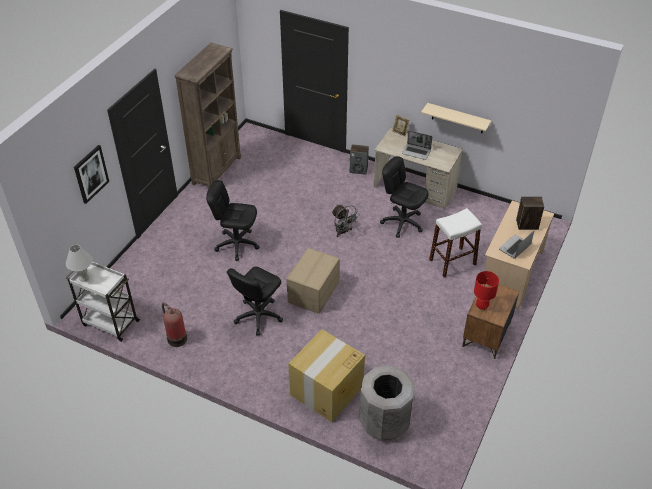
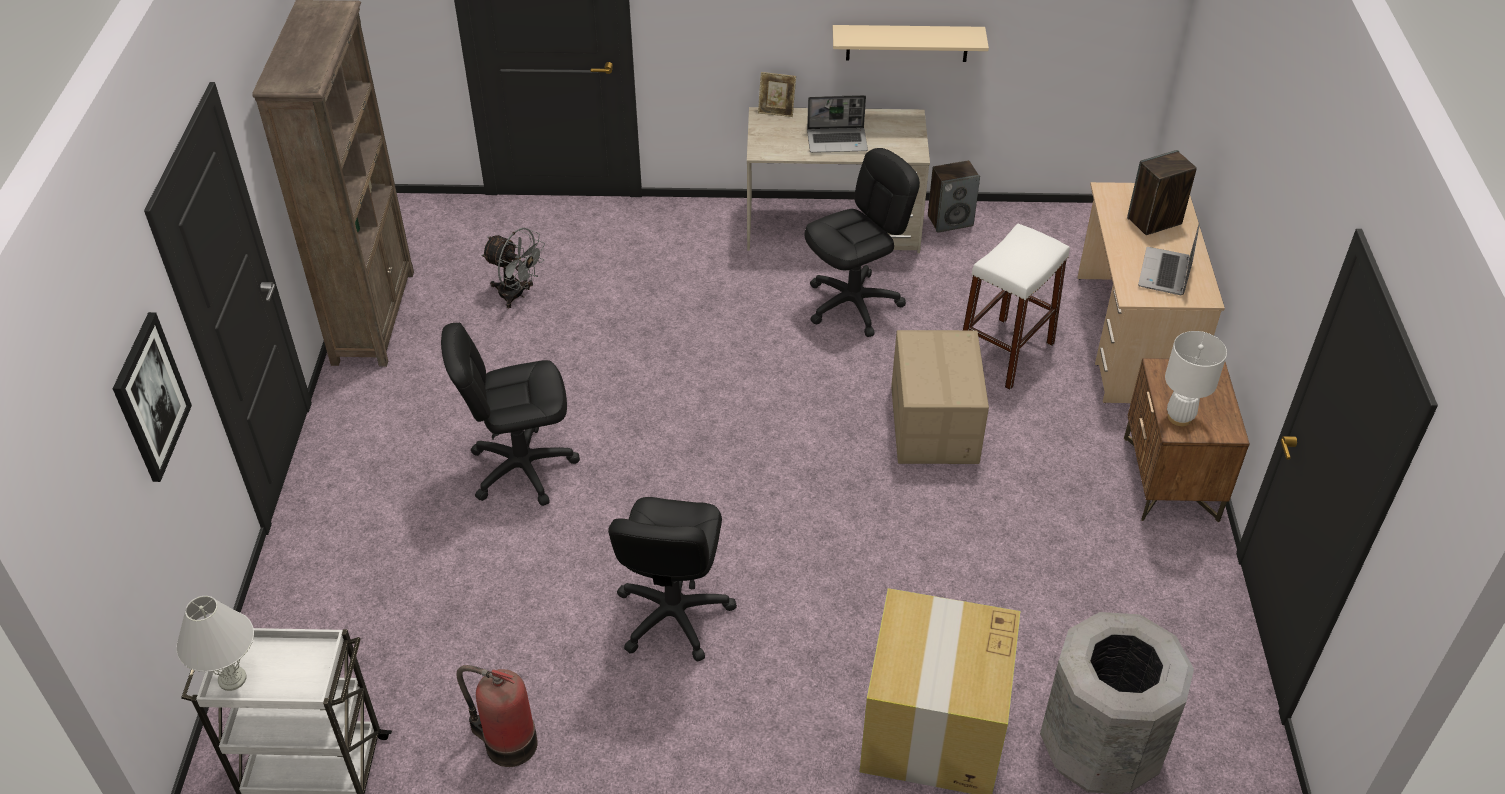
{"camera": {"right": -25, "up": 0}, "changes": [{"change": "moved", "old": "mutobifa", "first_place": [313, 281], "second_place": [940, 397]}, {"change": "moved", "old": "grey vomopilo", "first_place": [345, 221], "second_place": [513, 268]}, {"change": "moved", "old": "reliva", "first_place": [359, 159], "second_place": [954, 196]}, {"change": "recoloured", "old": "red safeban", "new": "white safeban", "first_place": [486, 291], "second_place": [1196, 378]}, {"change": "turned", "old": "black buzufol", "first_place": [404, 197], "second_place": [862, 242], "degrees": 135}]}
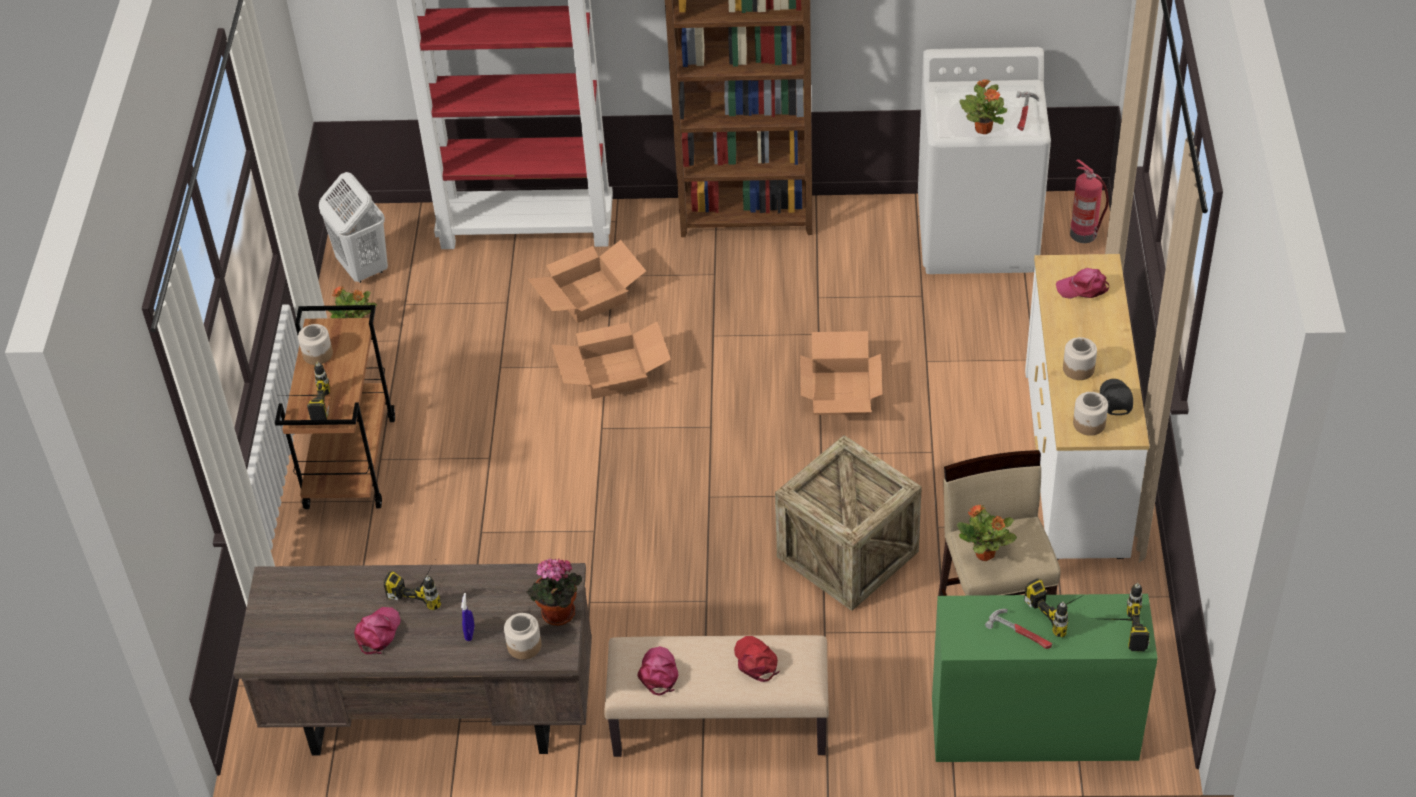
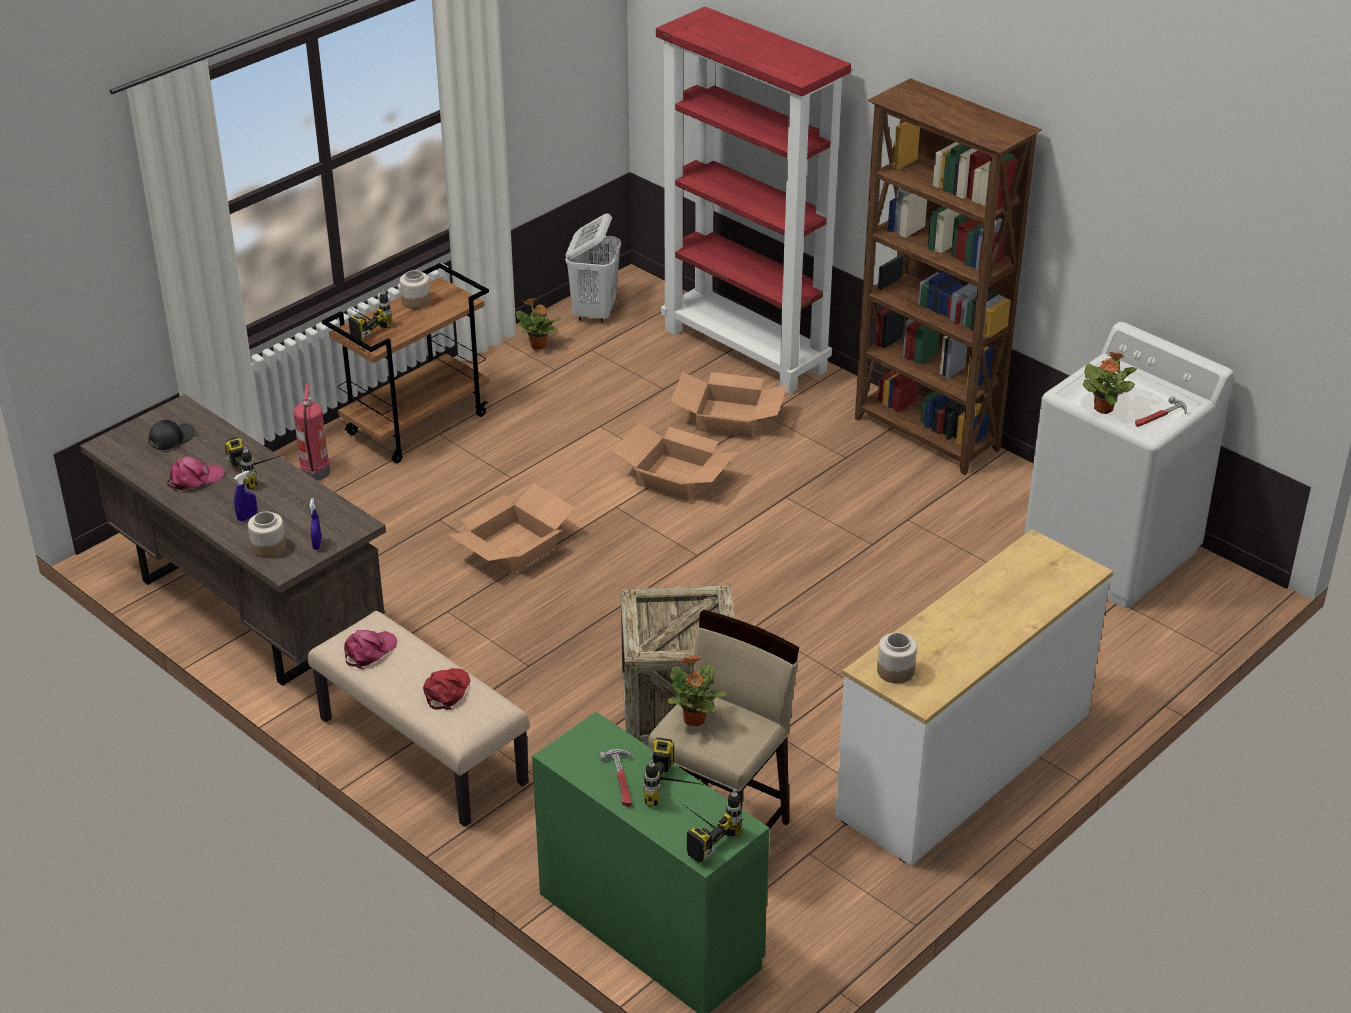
{"camera": {"right": 40, "up": -10}, "changes": [{"change": "removed", "old": "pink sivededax", "first_place": [1082, 283]}, {"change": "removed", "old": "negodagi", "first_place": [1080, 358]}, {"change": "moved", "old": "mutobifa", "first_place": [841, 373], "second_place": [511, 529]}, {"change": "moved", "old": "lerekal", "first_place": [1089, 201], "second_place": [311, 432]}, {"change": "moved", "old": "black sivededax", "first_place": [1116, 397], "second_place": [172, 435]}, {"change": "replaced", "old": "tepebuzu", "new": "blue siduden", "first_place": [554, 592], "second_place": [315, 524]}]}
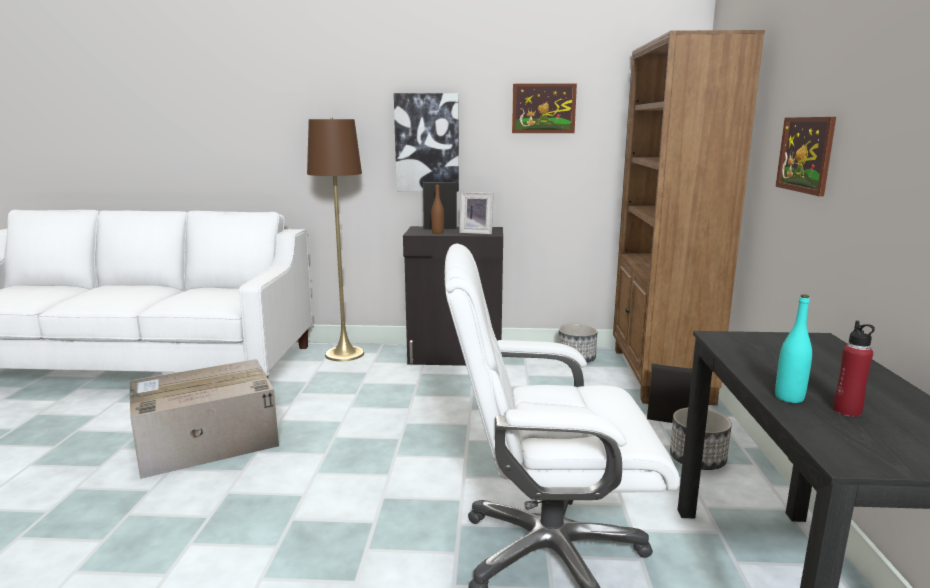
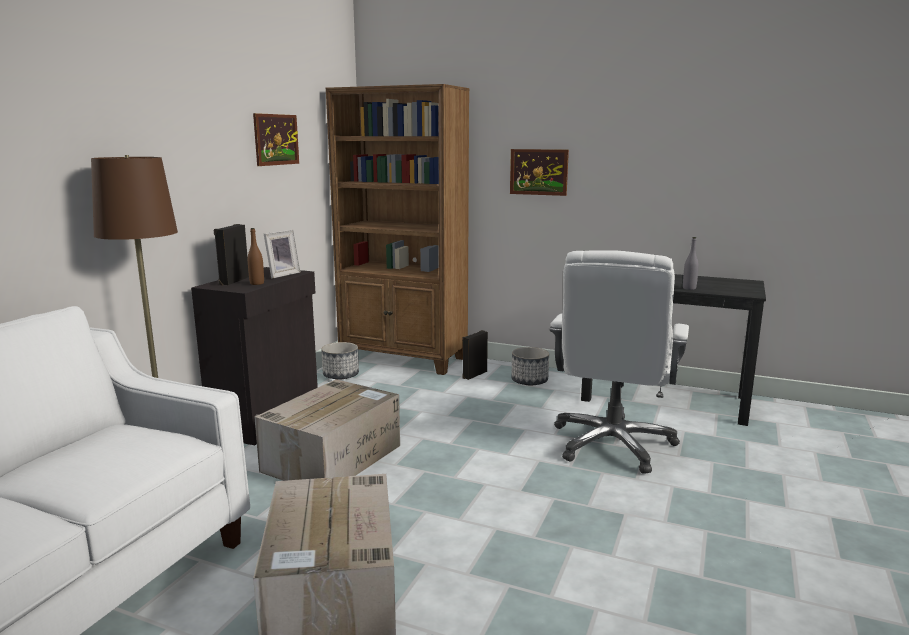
{"camera": {"right": -70, "up": 0}, "changes": [{"change": "removed", "old": "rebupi", "first_place": [426, 142]}, {"change": "removed", "old": "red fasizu", "first_place": [854, 369]}, {"change": "added", "new": "mutobifa", "second_place": [327, 430]}, {"change": "recoloured", "old": "turquoise fasizu", "new": "grey fasizu", "first_place": [793, 348], "second_place": [691, 263]}]}
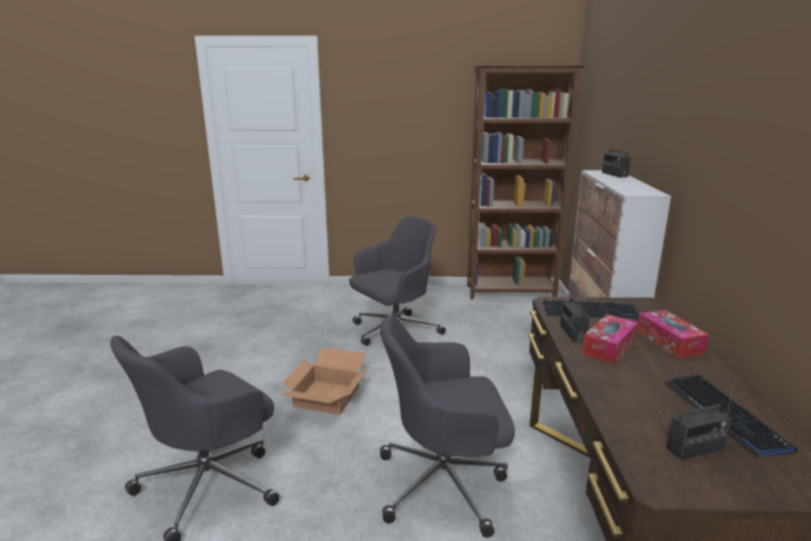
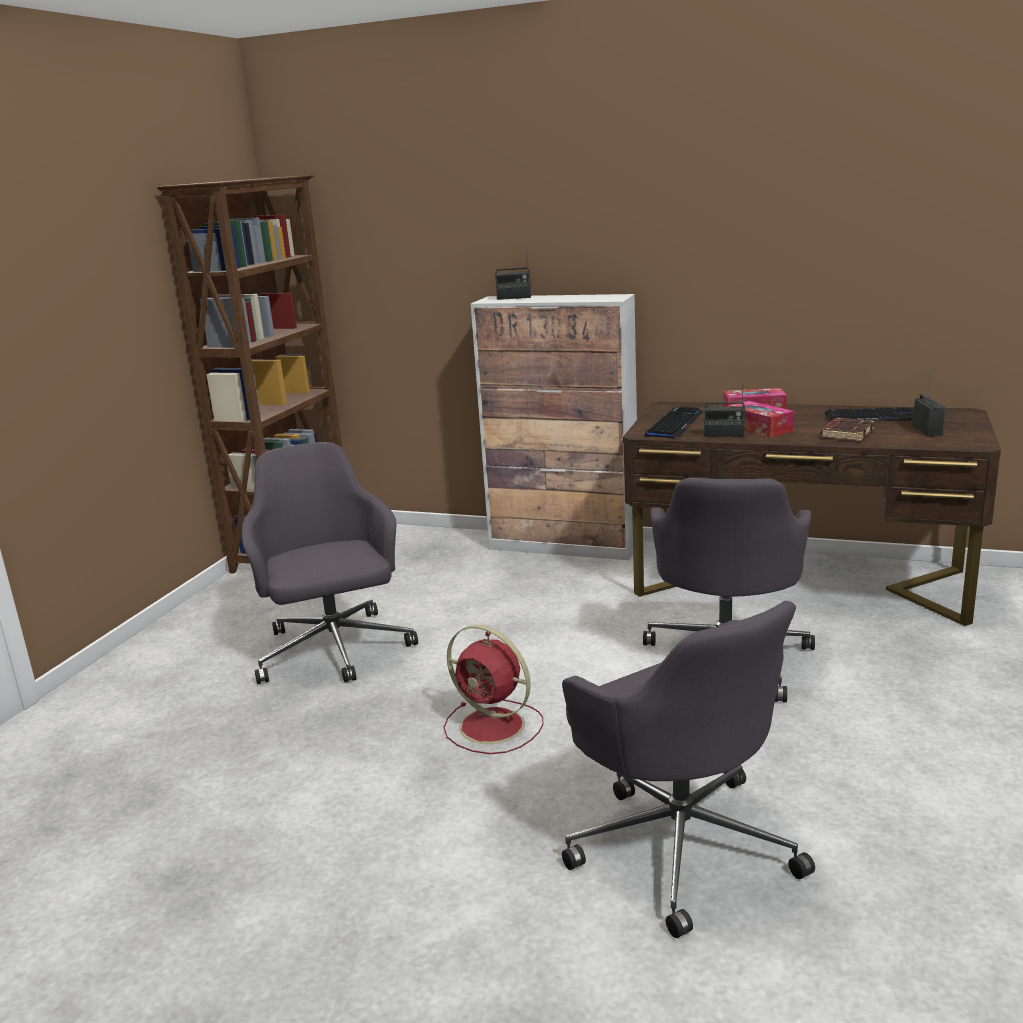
{"camera": {"right": -70, "up": 0}, "changes": [{"change": "added", "new": "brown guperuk", "second_place": [847, 429]}, {"change": "replaced", "old": "mutobifa", "new": "red vomopilo", "first_place": [324, 381], "second_place": [493, 689]}]}
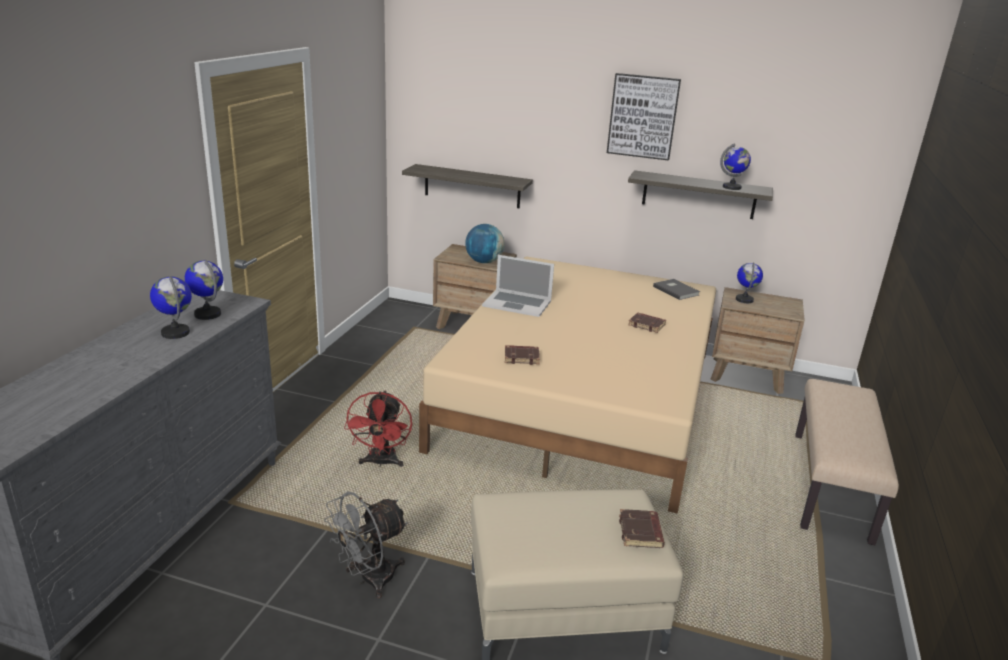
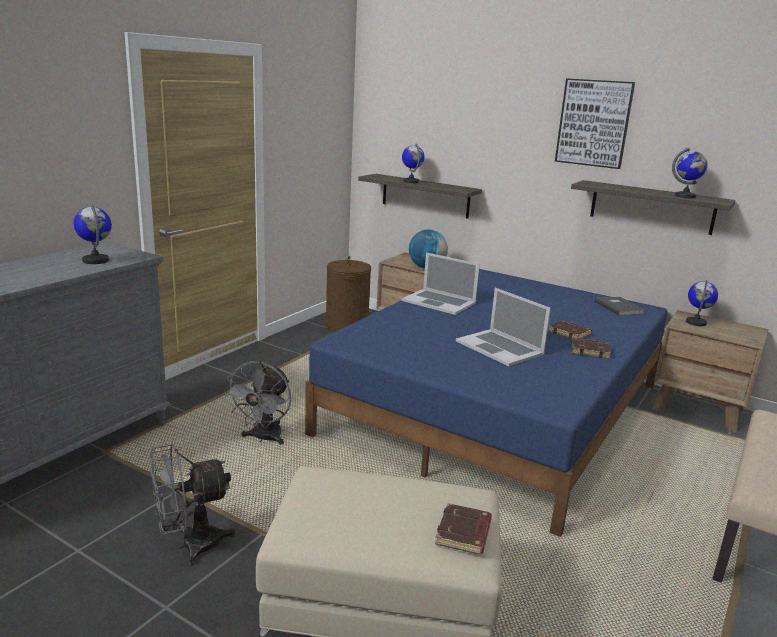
{"camera": {"right": 15, "up": -5}, "changes": [{"change": "added", "new": "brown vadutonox", "second_place": [348, 294]}, {"change": "added", "new": "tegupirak", "second_place": [503, 327]}, {"change": "moved", "old": "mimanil", "first_place": [171, 307], "second_place": [413, 163]}, {"change": "moved", "old": "brown guperuk", "first_place": [522, 355], "second_place": [591, 348]}, {"change": "recoloured", "old": "red vomopilo", "new": "grey vomopilo", "first_place": [378, 428], "second_place": [257, 403]}, {"change": "recoloured", "old": "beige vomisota", "new": "blue vomisota", "first_place": [567, 385], "second_place": [486, 403]}]}
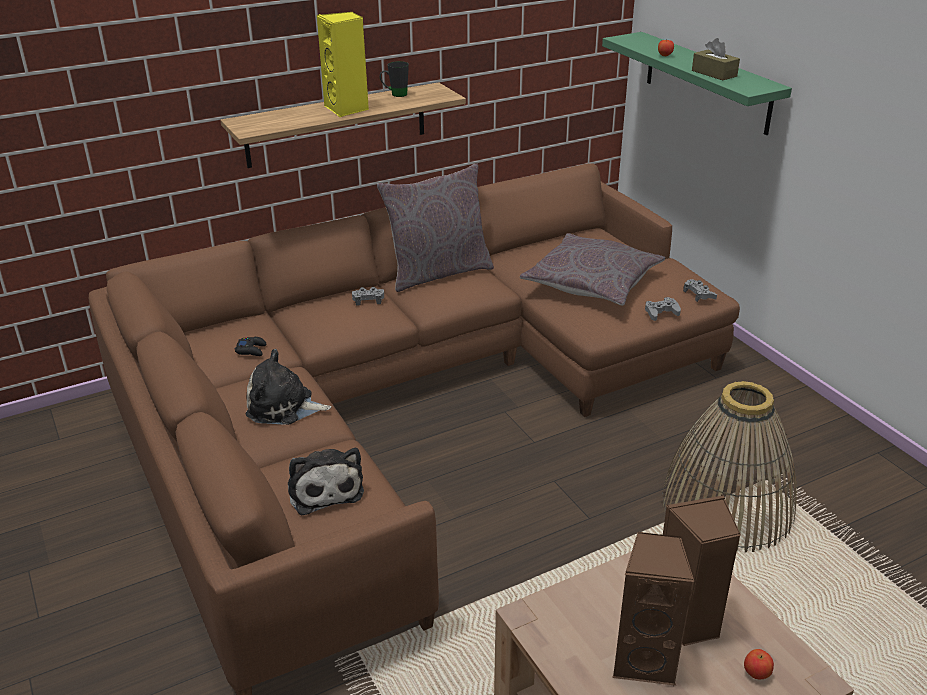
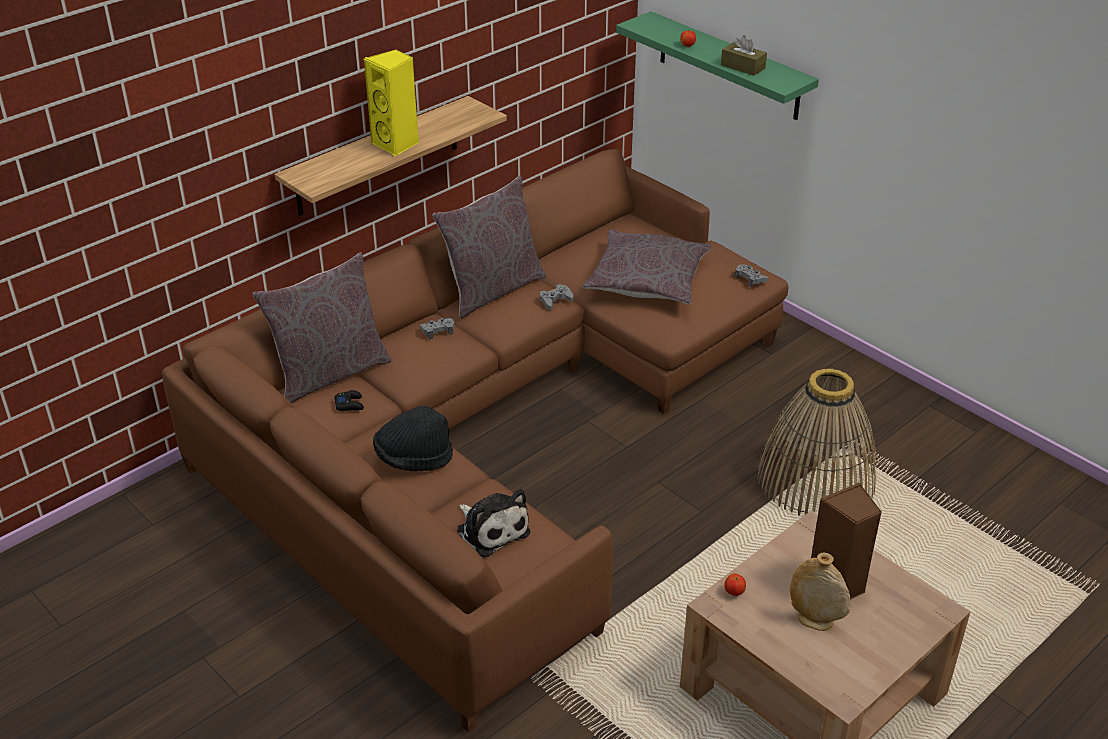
{"camera": {"right": -15, "up": 5}, "changes": [{"change": "removed", "old": "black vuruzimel", "first_place": [394, 79]}, {"change": "added", "new": "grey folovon", "second_place": [322, 328]}, {"change": "moved", "old": "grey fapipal", "first_place": [663, 309], "second_place": [556, 297]}, {"change": "moved", "old": "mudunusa", "first_place": [759, 664], "second_place": [735, 585]}, {"change": "replaced", "old": "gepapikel", "new": "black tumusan", "first_place": [288, 387], "second_place": [413, 438]}, {"change": "replaced", "old": "brown reliva", "new": "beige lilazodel", "first_place": [653, 609], "second_place": [820, 592]}]}
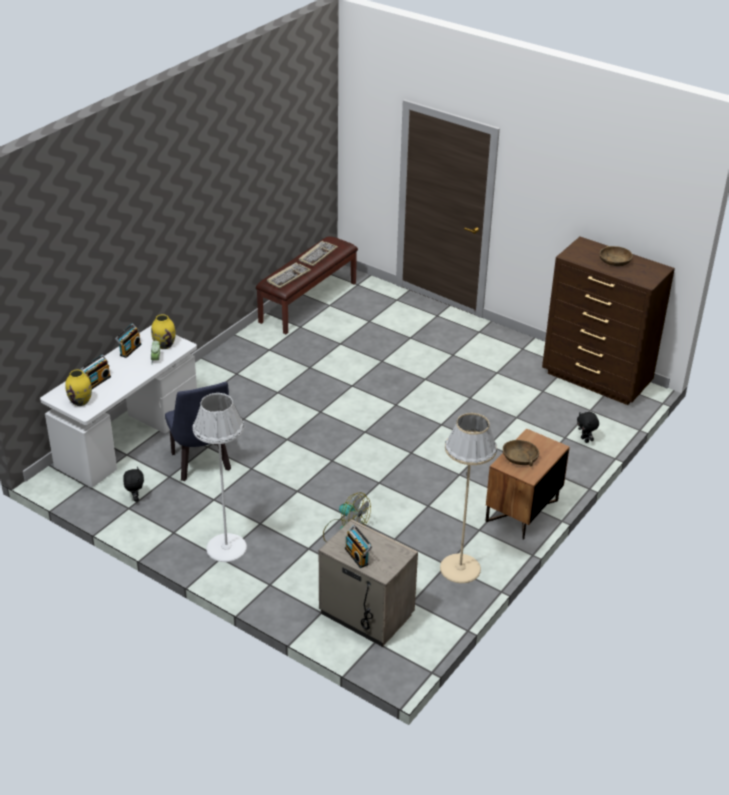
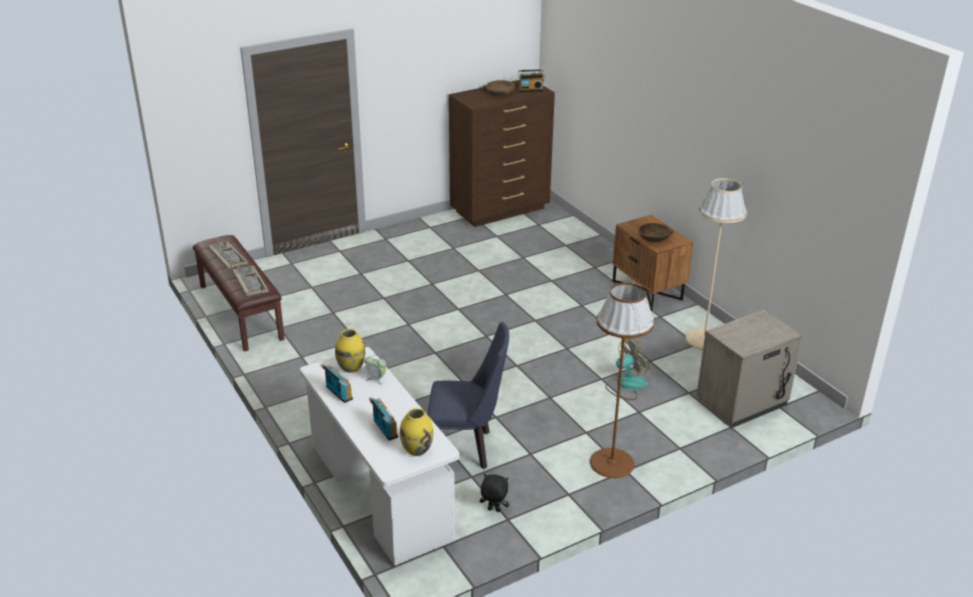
{"camera": {"right": -65, "up": -5}, "changes": [{"change": "removed", "old": "black gepapikel", "first_place": [588, 427]}, {"change": "moved", "old": "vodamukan", "first_place": [358, 546], "second_place": [531, 80]}, {"change": "recoloured", "old": "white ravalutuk", "new": "brown ravalutuk", "first_place": [220, 477], "second_place": [622, 380]}]}
